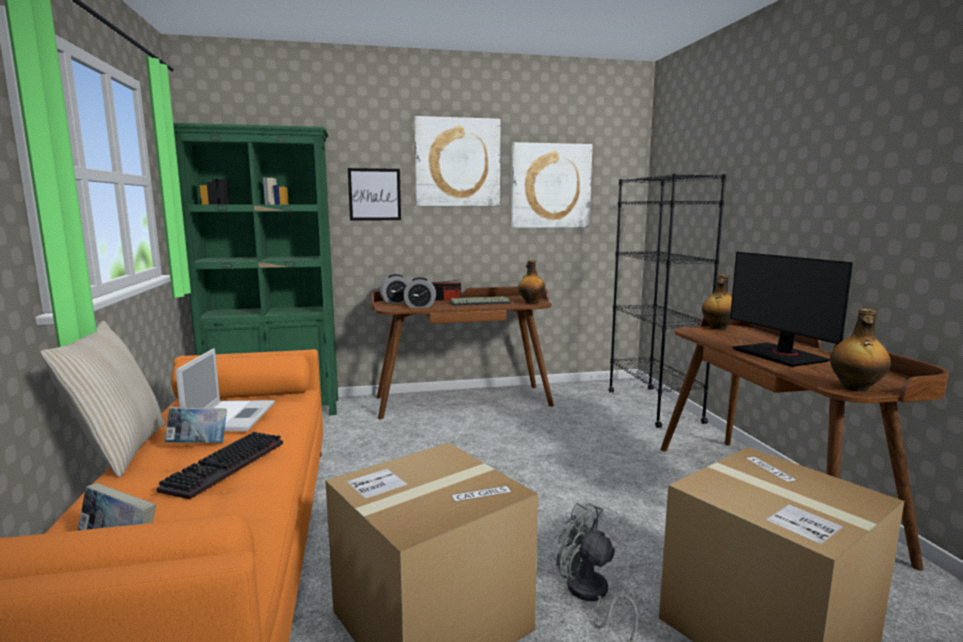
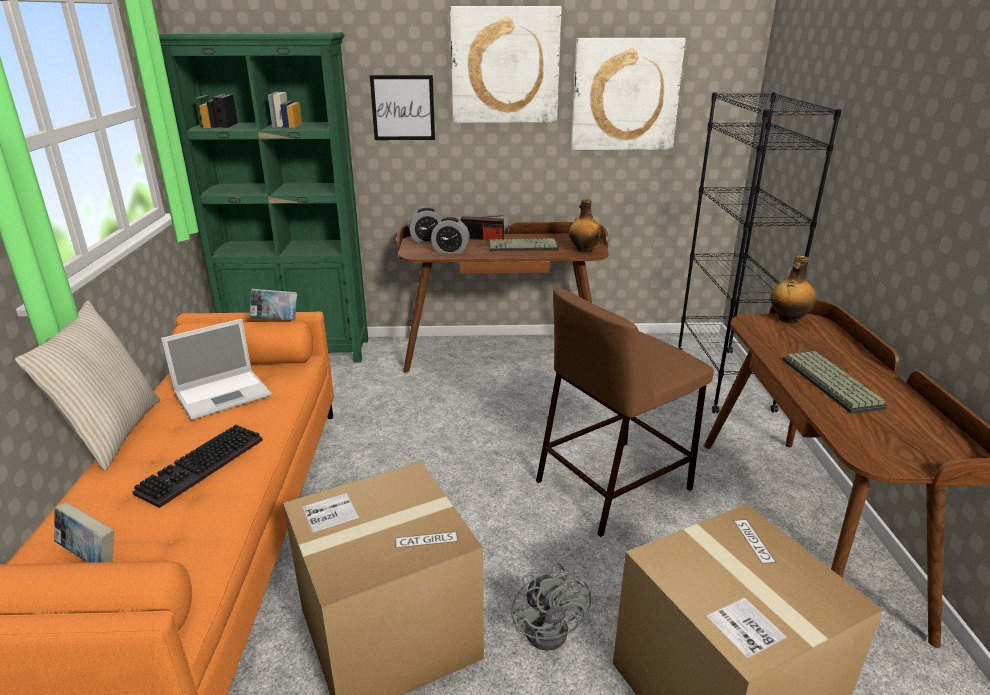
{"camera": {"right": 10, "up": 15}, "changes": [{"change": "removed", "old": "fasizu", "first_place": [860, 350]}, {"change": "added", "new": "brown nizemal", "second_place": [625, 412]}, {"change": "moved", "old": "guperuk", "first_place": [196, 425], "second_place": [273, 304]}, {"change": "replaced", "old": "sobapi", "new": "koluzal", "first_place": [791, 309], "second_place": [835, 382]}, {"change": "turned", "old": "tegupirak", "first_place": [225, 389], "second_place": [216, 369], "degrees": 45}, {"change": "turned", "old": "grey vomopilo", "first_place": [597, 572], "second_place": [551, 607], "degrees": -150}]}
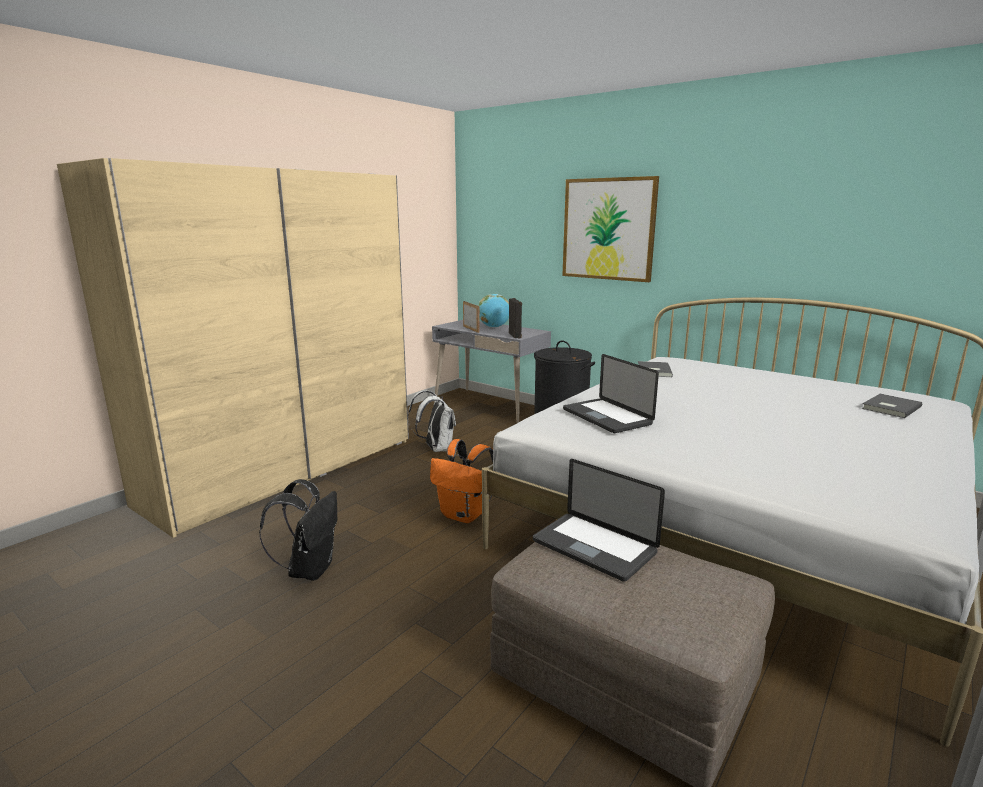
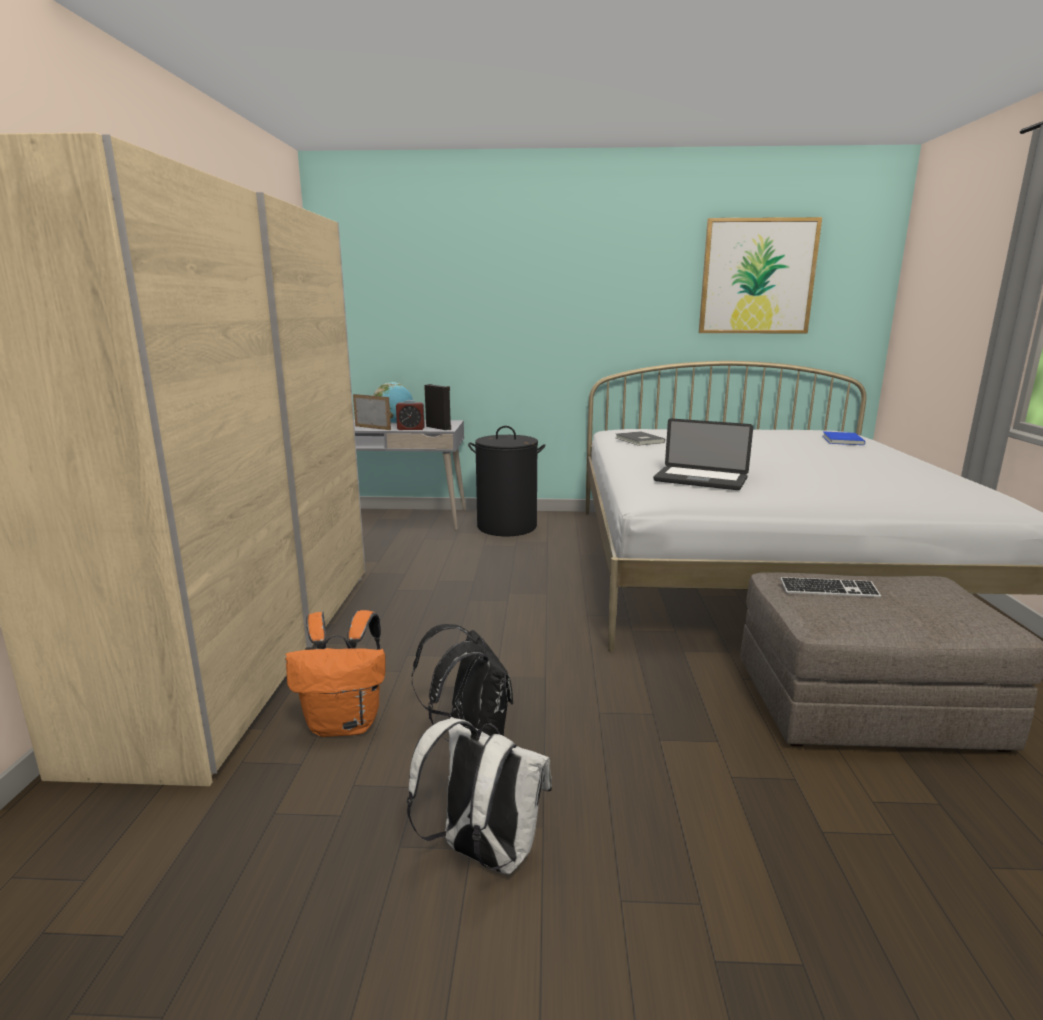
{"camera": {"right": -35, "up": 0}, "changes": [{"change": "added", "new": "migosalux", "second_place": [410, 415]}, {"change": "moved", "old": "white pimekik", "first_place": [432, 421], "second_place": [479, 795]}, {"change": "moved", "old": "orange pimekik", "first_place": [461, 481], "second_place": [335, 673]}, {"change": "moved", "old": "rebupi", "first_place": [610, 229], "second_place": [760, 275]}, {"change": "replaced", "old": "tegupirak", "new": "koluzal", "first_place": [599, 520], "second_place": [830, 587]}, {"change": "recoloured", "old": "grey guperuk", "new": "blue guperuk", "first_place": [891, 406], "second_place": [844, 438]}]}
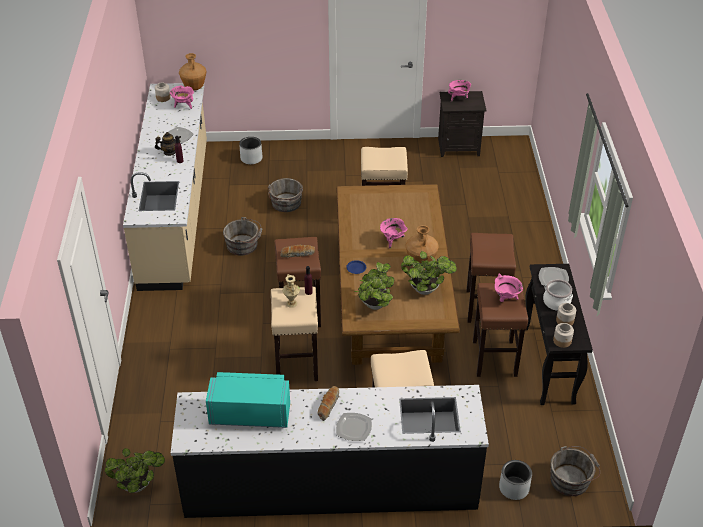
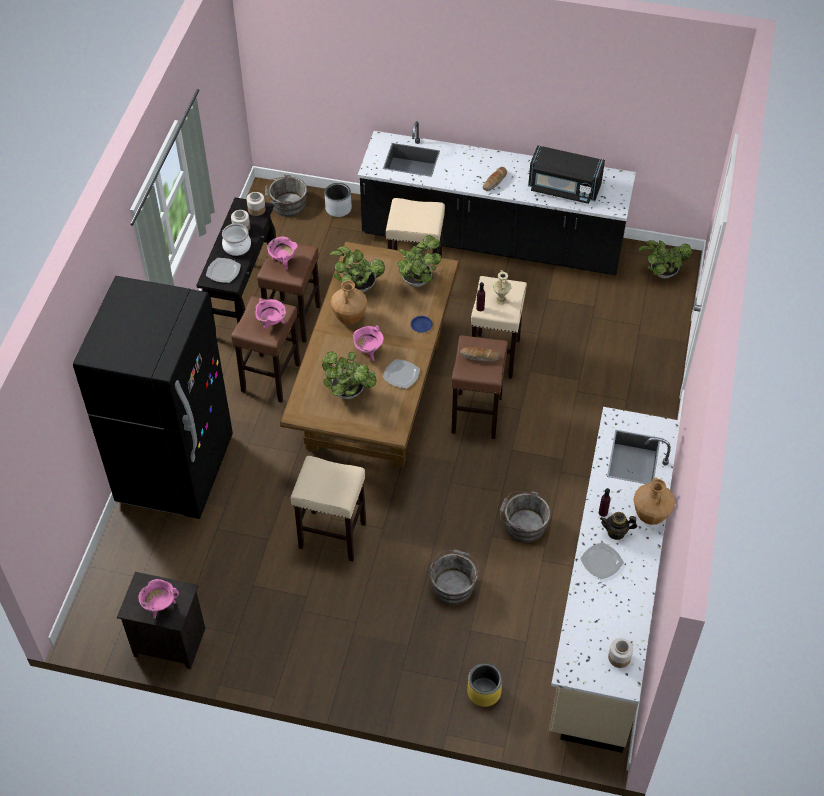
{"camera": {"right": -165, "up": 10}, "changes": [{"change": "added", "new": "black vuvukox", "second_place": [153, 397]}, {"change": "added", "new": "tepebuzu", "second_place": [349, 375]}, {"change": "moved", "old": "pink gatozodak", "first_place": [182, 97], "second_place": [270, 313]}, {"change": "moved", "old": "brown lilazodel", "first_place": [193, 72], "second_place": [654, 501]}, {"change": "moved", "old": "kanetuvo", "first_place": [354, 427], "second_place": [401, 373]}, {"change": "recoloured", "old": "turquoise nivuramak", "new": "black nivuramak", "first_place": [248, 400], "second_place": [566, 174]}, {"change": "recoloured", "old": "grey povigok", "new": "yellow povigok", "first_place": [250, 150], "second_place": [484, 685]}]}
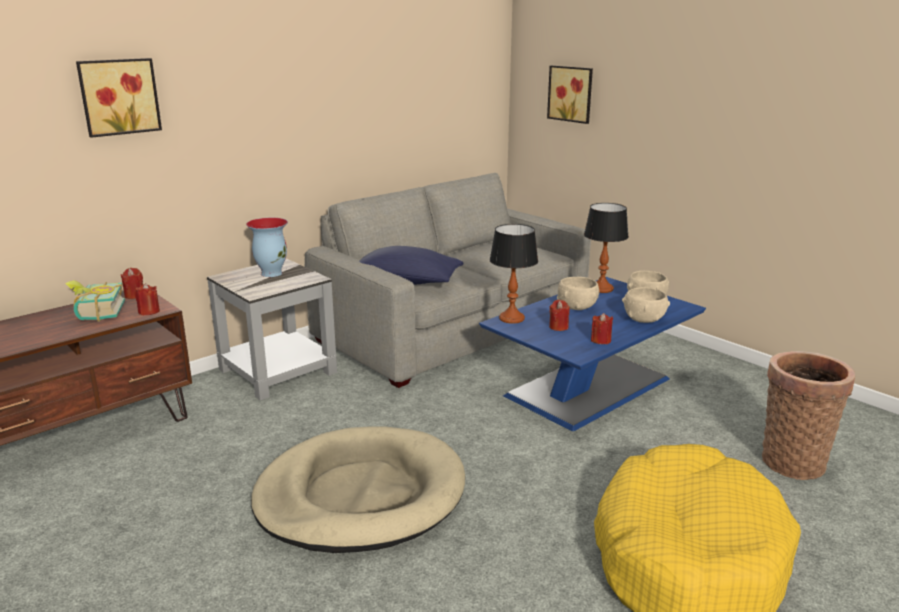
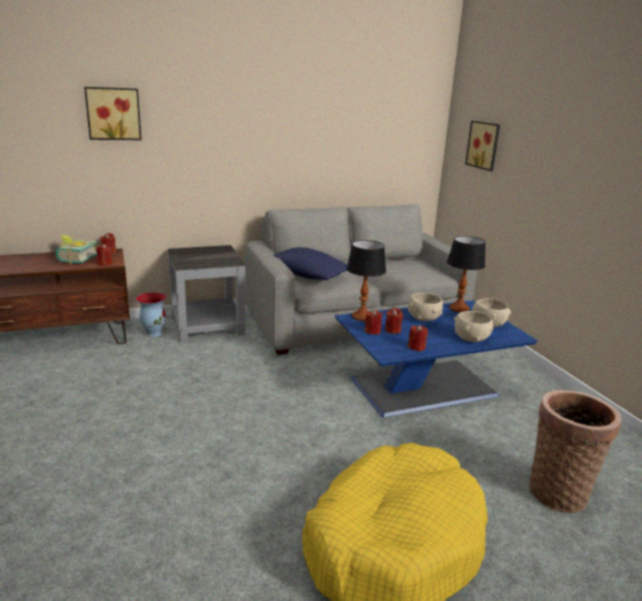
{"camera": {"right": 20, "up": 0}, "changes": [{"change": "removed", "old": "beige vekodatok", "first_place": [358, 490]}, {"change": "added", "new": "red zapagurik", "second_place": [374, 322]}, {"change": "moved", "old": "lilazodel", "first_place": [267, 247], "second_place": [151, 314]}]}
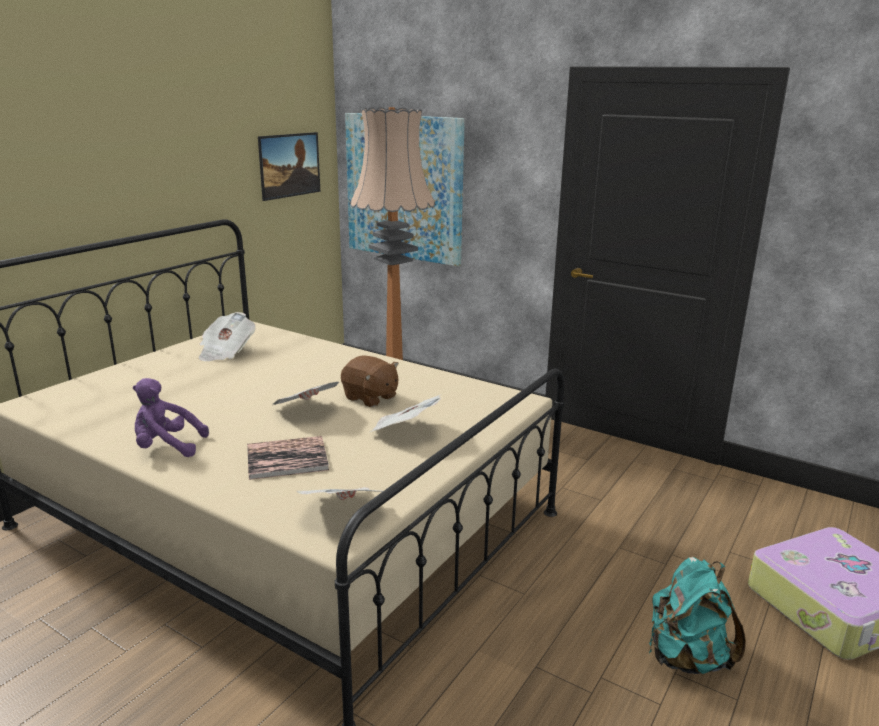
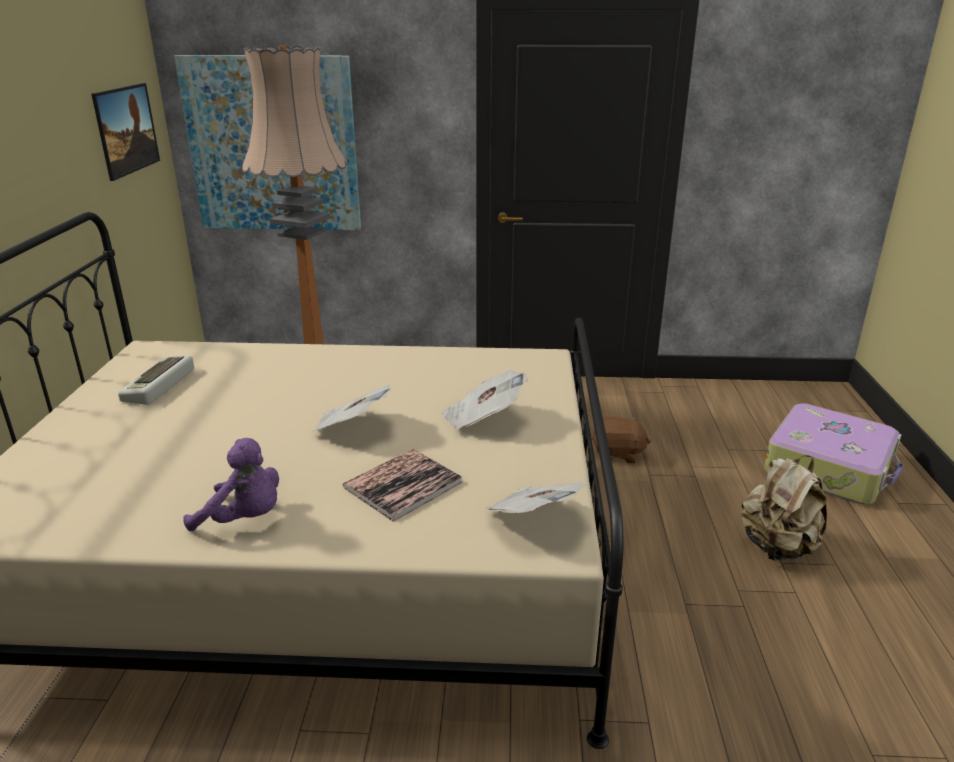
{"camera": {"right": -30, "up": 5}, "changes": [{"change": "moved", "old": "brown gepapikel", "first_place": [370, 381], "second_place": [621, 440]}, {"change": "replaced", "old": "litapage", "new": "koluzal", "first_place": [227, 336], "second_place": [156, 380]}, {"change": "recoloured", "old": "turquoise pimekik", "new": "beige pimekik", "first_place": [697, 615], "second_place": [784, 508]}, {"change": "turned", "old": "purple gepapikel", "first_place": [171, 417], "second_place": [231, 485], "degrees": -135}]}
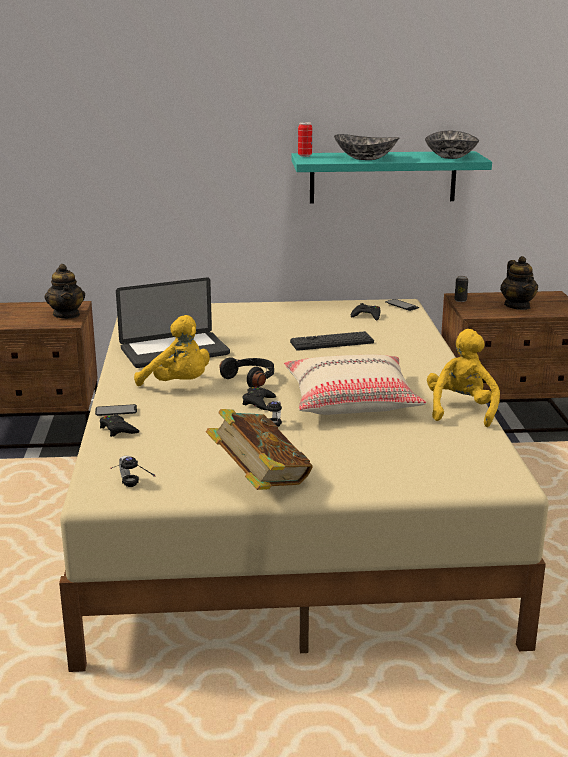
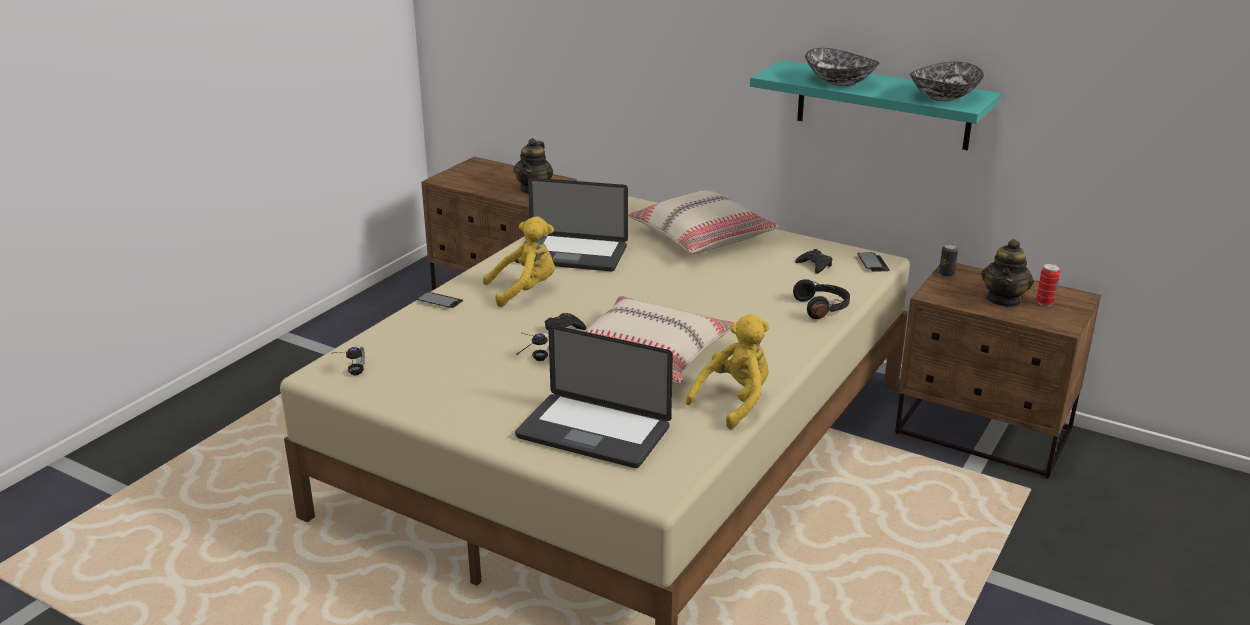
{"camera": {"right": 35, "up": 5}, "changes": [{"change": "removed", "old": "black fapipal", "first_place": [119, 425]}, {"change": "removed", "old": "guperuk", "first_place": [259, 449]}, {"change": "removed", "old": "koluzal", "first_place": [332, 341]}, {"change": "added", "new": "tegupirak", "second_place": [594, 396]}, {"change": "added", "new": "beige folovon", "second_place": [703, 222]}, {"change": "moved", "old": "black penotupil", "first_place": [246, 372], "second_place": [821, 299]}, {"change": "moved", "old": "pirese", "first_place": [305, 139], "second_place": [1048, 285]}, {"change": "turned", "old": "yellow gepapikel", "first_place": [172, 350], "second_place": [519, 261], "degrees": -90}]}
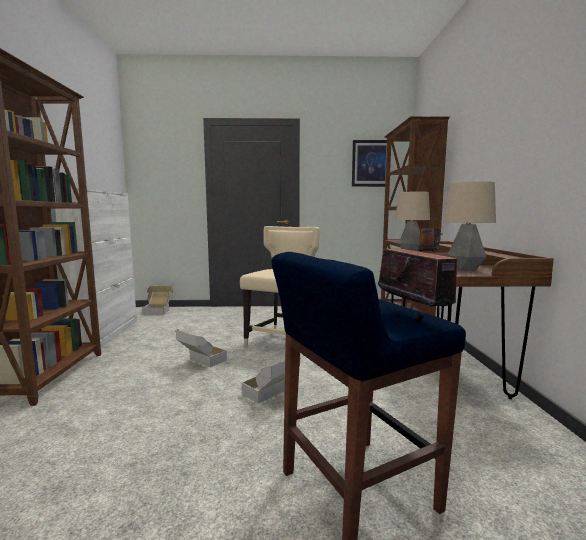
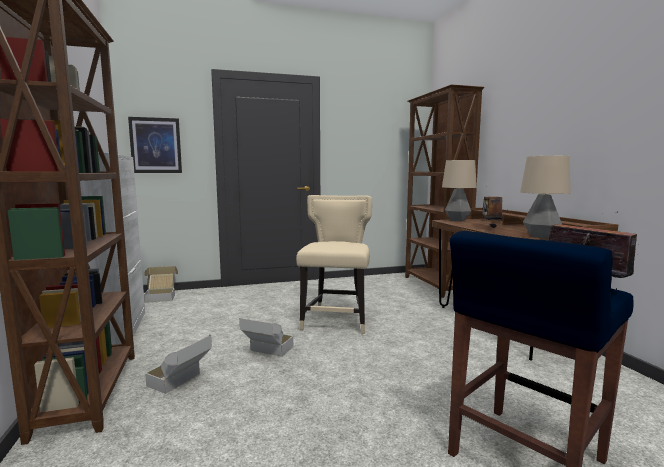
{"camera": {"right": -15, "up": 0}, "changes": [{"change": "moved", "old": "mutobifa", "first_place": [270, 382], "second_place": [178, 364]}, {"change": "moved", "old": "rebupi", "first_place": [371, 163], "second_place": [155, 145]}]}
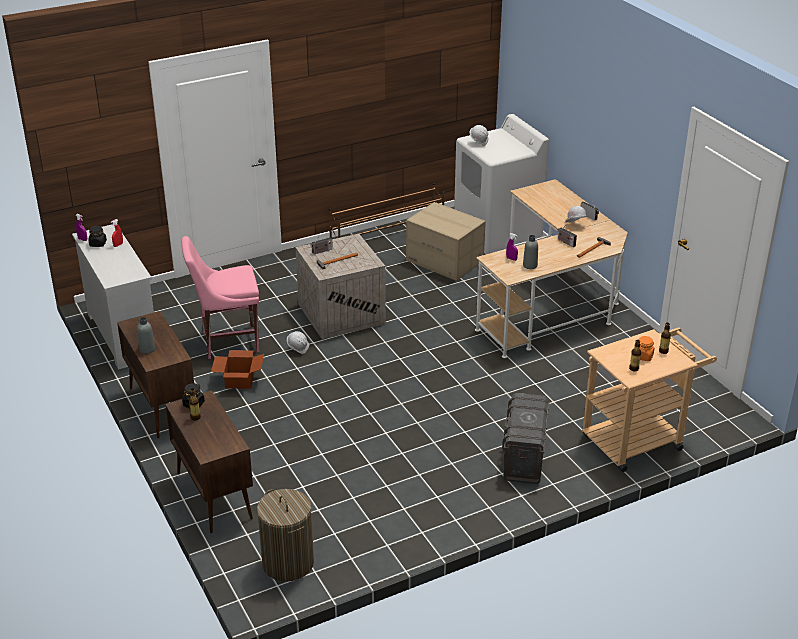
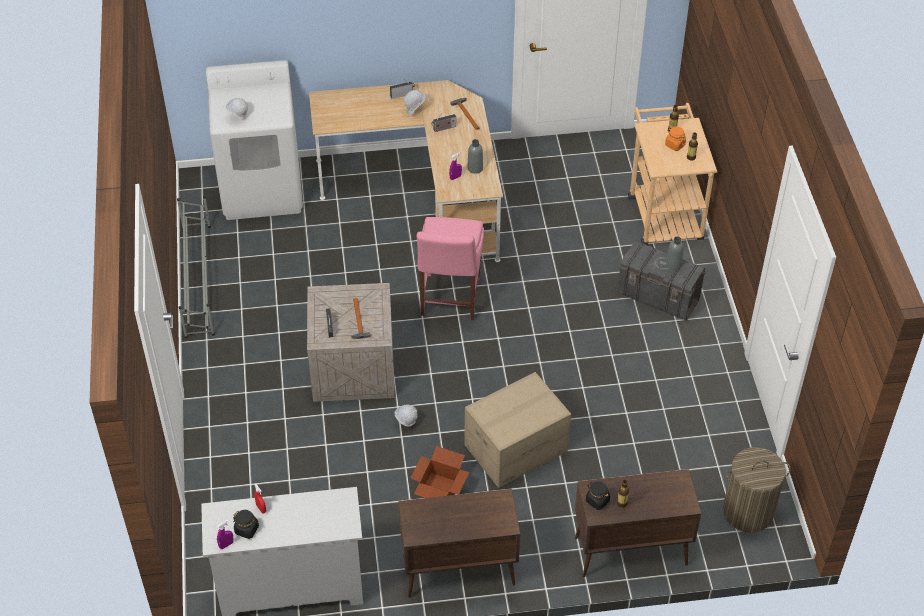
{"camera": {"right": -70, "up": 15}, "changes": [{"change": "moved", "old": "grey fasizu", "first_place": [146, 335], "second_place": [675, 253]}, {"change": "moved", "old": "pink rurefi", "first_place": [221, 297], "second_place": [450, 268]}, {"change": "moved", "old": "mutobifa", "first_place": [446, 241], "second_place": [517, 430]}, {"change": "recoloured", "old": "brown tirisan", "new": "grey tirisan", "first_place": [387, 211], "second_place": [196, 267]}]}
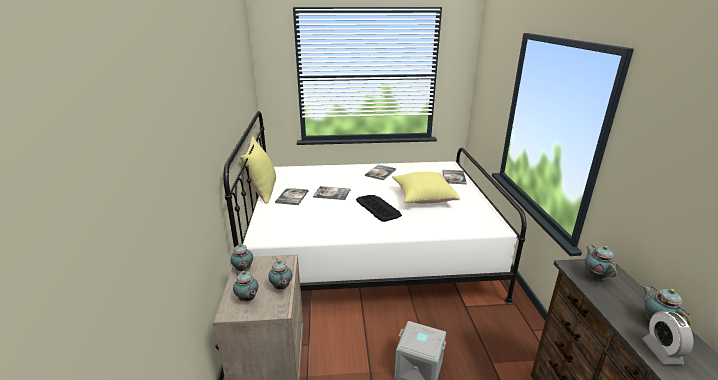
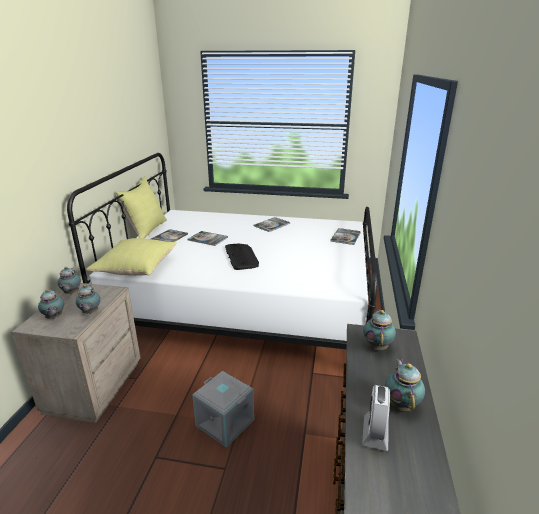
{"camera": {"right": 15, "up": 0}, "changes": [{"change": "moved", "old": "yellow folovon", "first_place": [426, 188], "second_place": [131, 257]}]}
